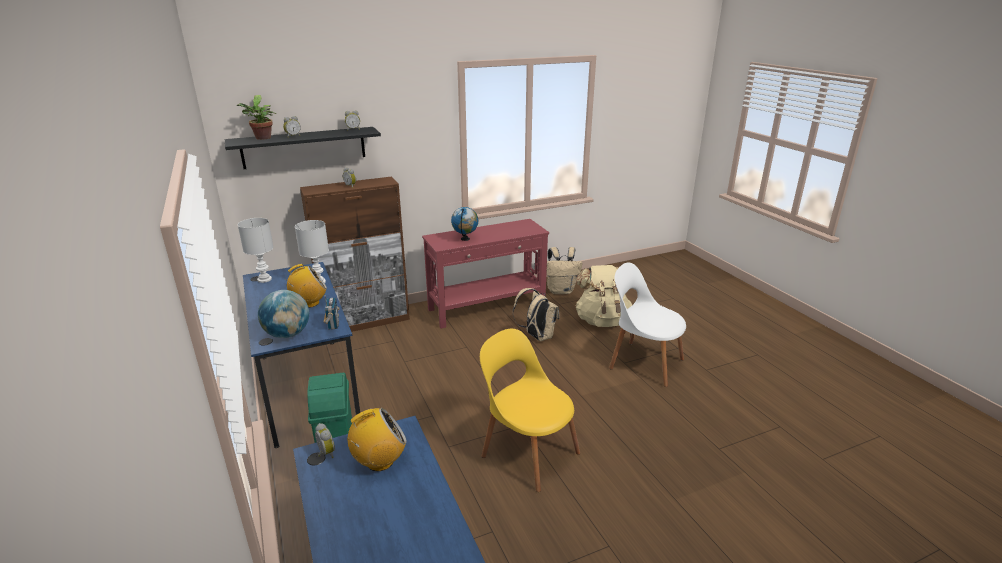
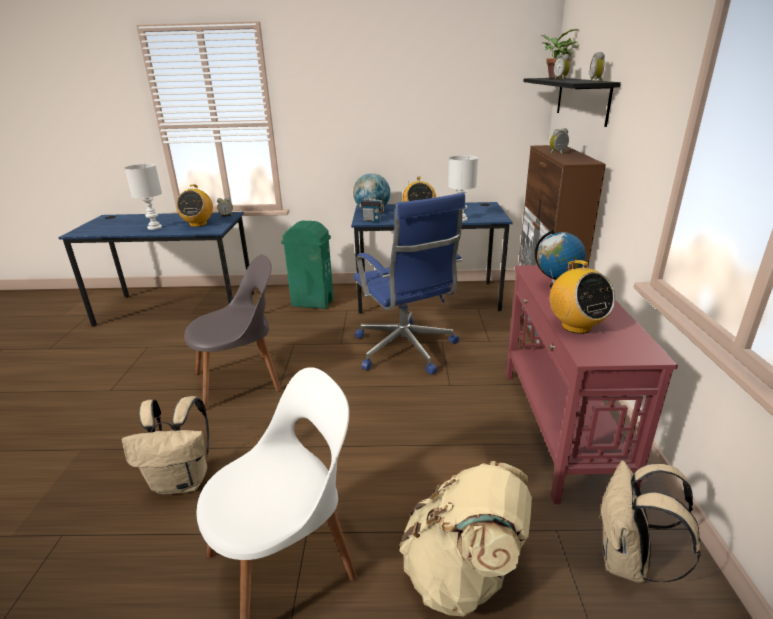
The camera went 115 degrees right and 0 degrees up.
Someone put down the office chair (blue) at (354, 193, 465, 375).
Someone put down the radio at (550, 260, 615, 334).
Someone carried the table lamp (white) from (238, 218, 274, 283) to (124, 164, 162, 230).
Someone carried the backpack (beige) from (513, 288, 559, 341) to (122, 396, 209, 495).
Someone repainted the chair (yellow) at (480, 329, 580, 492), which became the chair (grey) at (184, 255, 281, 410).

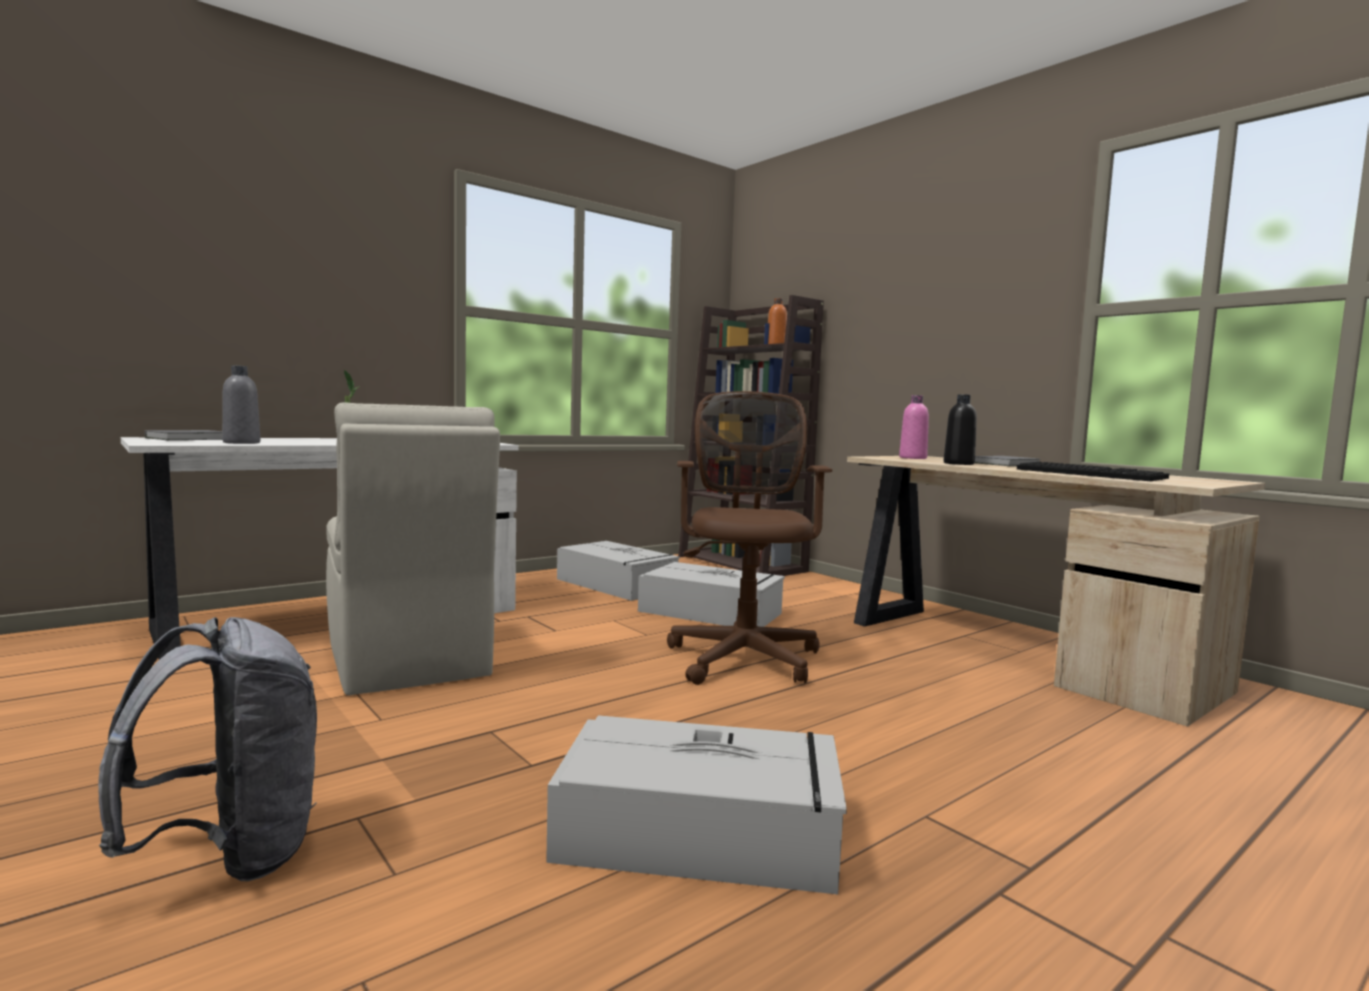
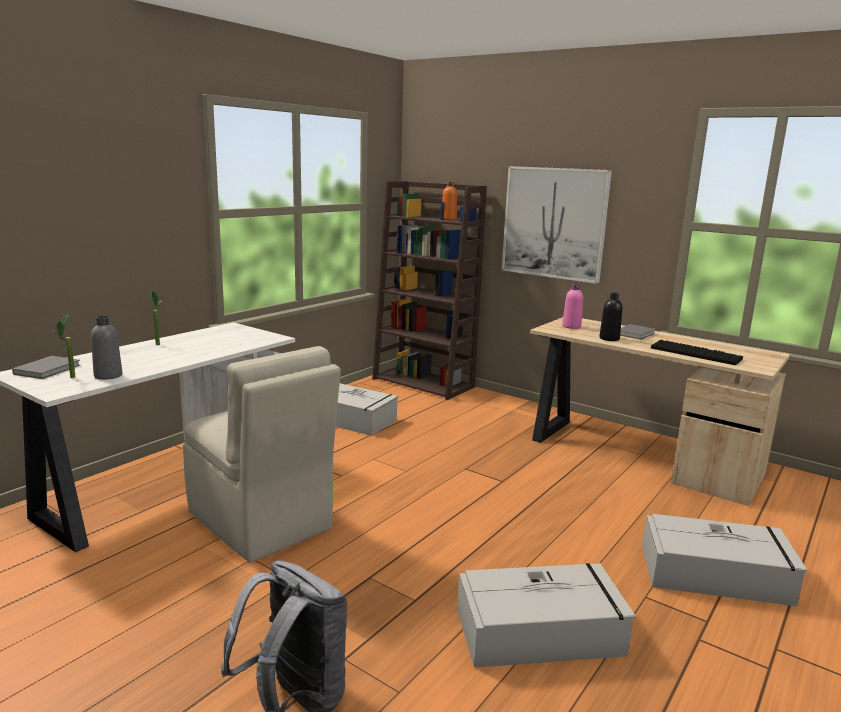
The camera went 15 degrees left and 10 degrees up.
Someone took away the office chair (brown) at (667, 391, 832, 685).
Someone put down the potted plant at (51, 313, 75, 378).
Someone put up the picture at (502, 166, 612, 284).
Someone carried the storage box (grey) from (638, 562, 785, 627) to (642, 514, 807, 606).

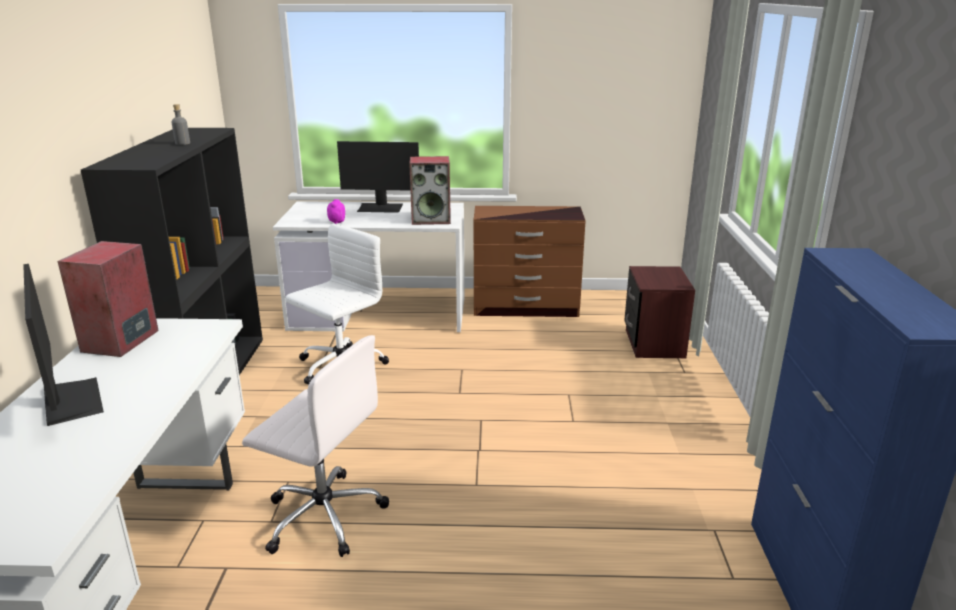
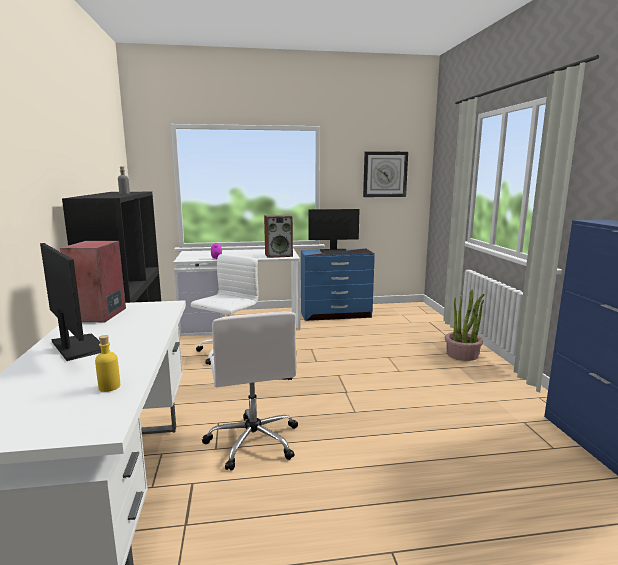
The camera went 10 degrees left and 10 degrees down.
Someone took away the nightstand (brown) at (624, 266, 695, 358).
Someone put down the bottle (yellow) at (95, 335, 120, 392).
Someone put up the wall clock at (363, 151, 408, 197).
Someone put down the potted plant at (445, 290, 485, 361).
Someone carried the monitor from (337, 141, 419, 213) to (308, 209, 360, 253).
Someone repainted the dresser (brown) at (474, 206, 586, 317), which became the dresser (blue) at (301, 248, 375, 321).
Someone rotated the office chair (white) at (242, 335, 389, 557) by 60 degrees clockwise.

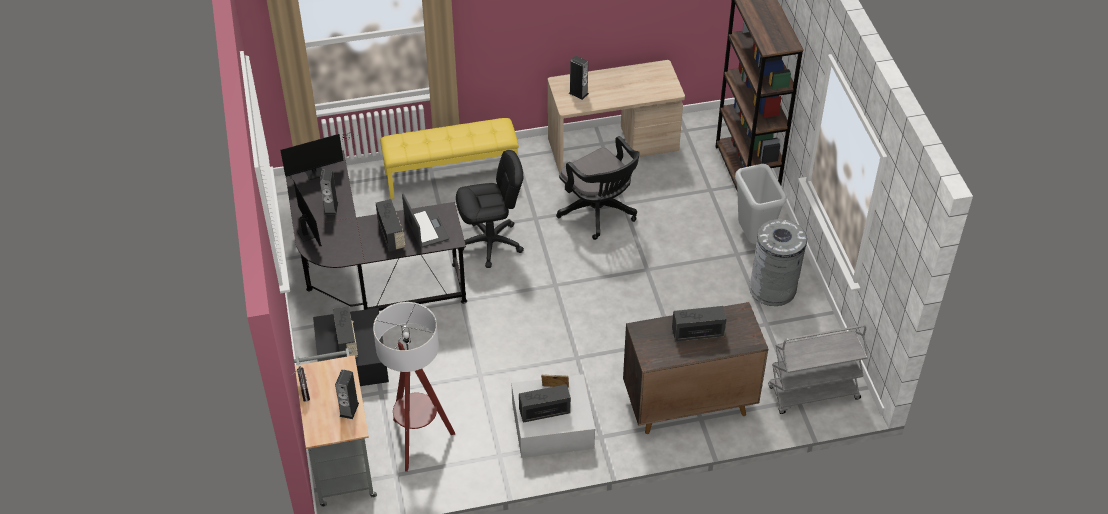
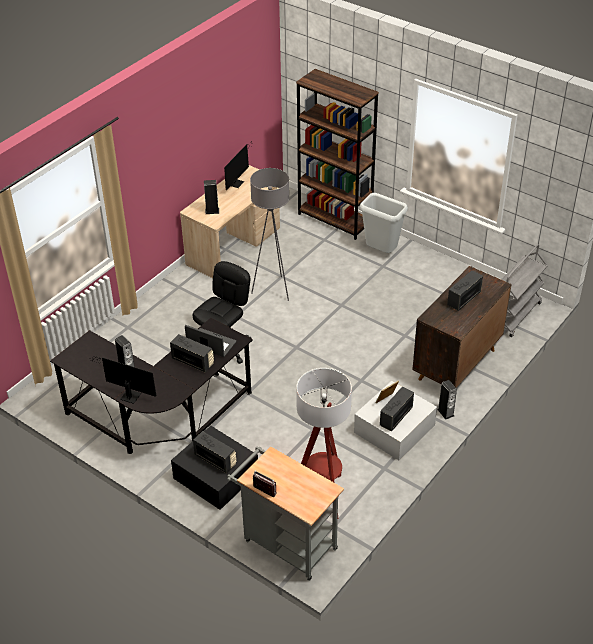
The camera went 40 degrees left and 5 degrees down.
Someone took away the bench (yellow) at (380, 118, 519, 199).
Someone took away the trash can (grey) at (749, 219, 807, 306).
Someone carried the monitor from (280, 132, 359, 180) to (224, 142, 251, 190).
Someone carried the speaker from (335, 369, 359, 419) to (437, 380, 457, 419).
Someone swapped the office chair (black) at (556, 136, 640, 240) for the floor lamp (grey) at (250, 168, 289, 301).

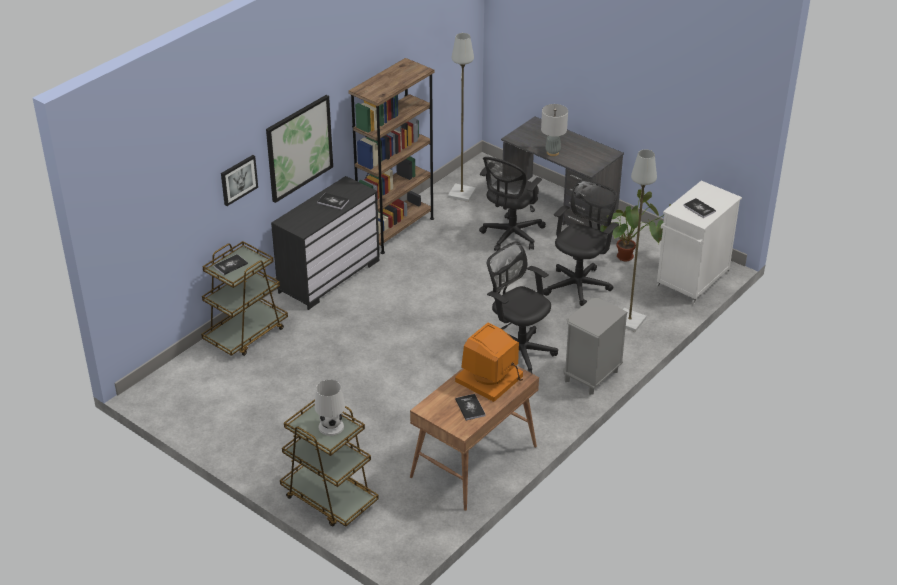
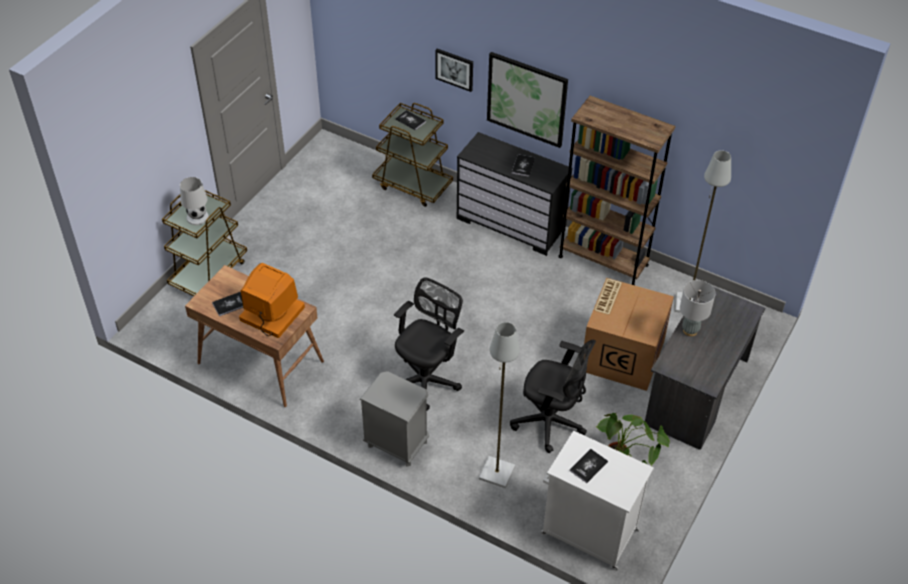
The camera went 80 degrees right and 10 degrees up.
Someone swapped the office chair (black) at (479, 157, 546, 251) for the cardboard box at (584, 278, 674, 391).

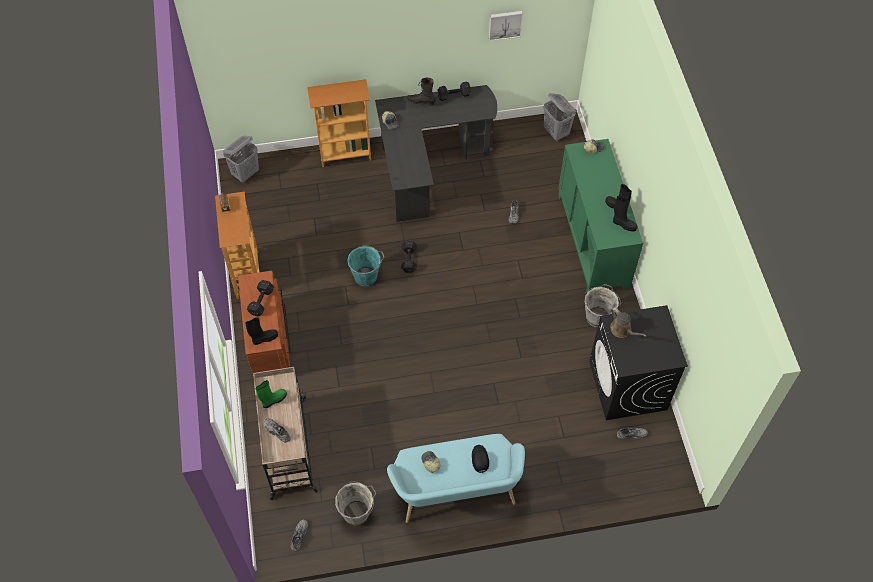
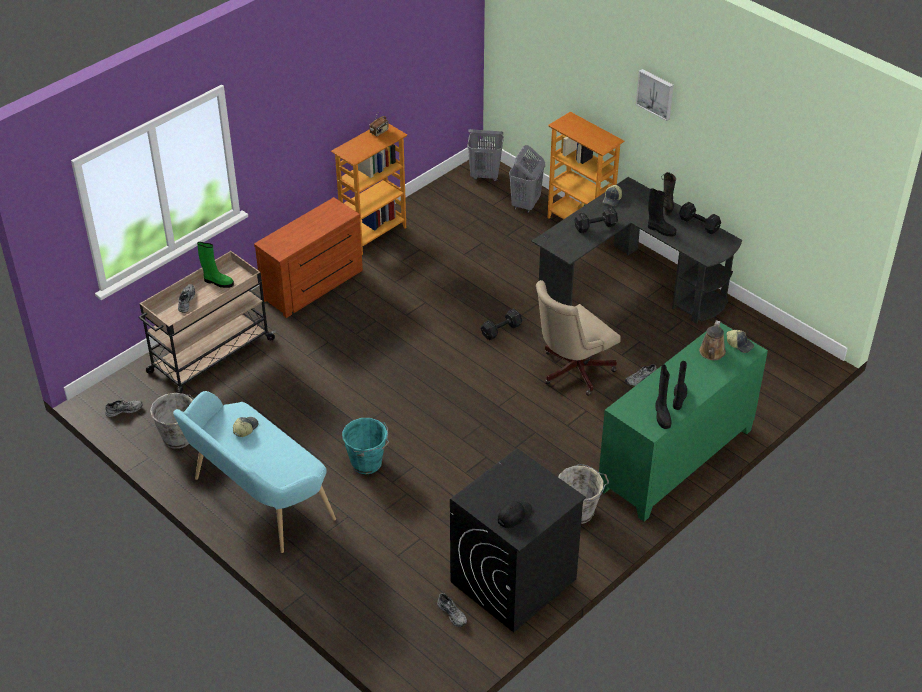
The camera went 55 degrees right and 15 degrees down.
Someone put down the office chair (beige) at (536, 280, 621, 396).
Someone carried the boot (black) from (245, 317, 278, 345) to (648, 188, 676, 237).
Someone carried the dumbbell (black) from (247, 280, 274, 316) to (574, 207, 618, 233).
Someone carried the bucket (turquoise) from (347, 245, 385, 287) to (342, 418, 389, 474).
Someone carried the cap (black) from (472, 445, 489, 473) to (498, 501, 532, 528).
Someone carried the picture from (489, 11, 523, 41) to (636, 69, 674, 121).
Someone carried the laundry basket (grey) from (543, 93, 576, 142) to (509, 145, 545, 213).
Someone carried the watering can (brown) from (610, 307, 646, 338) to (699, 320, 726, 360).

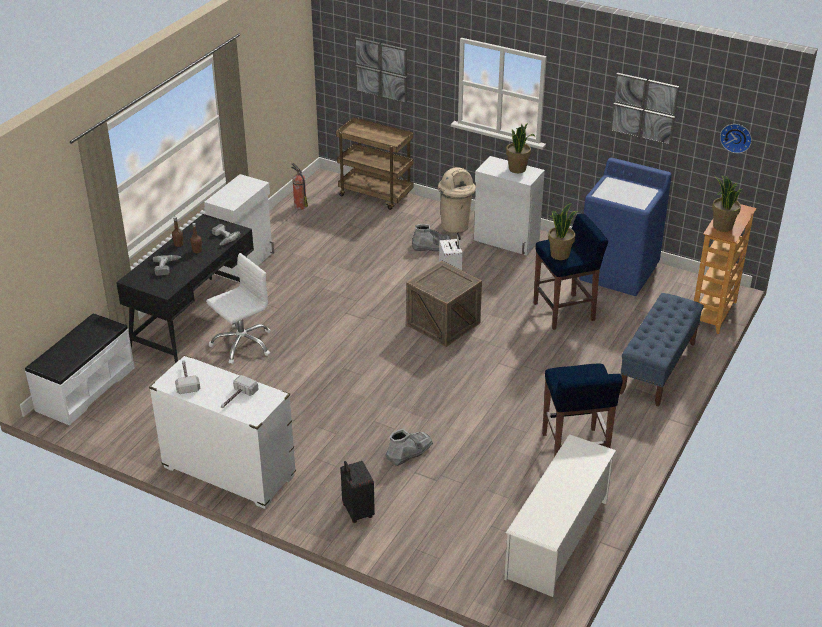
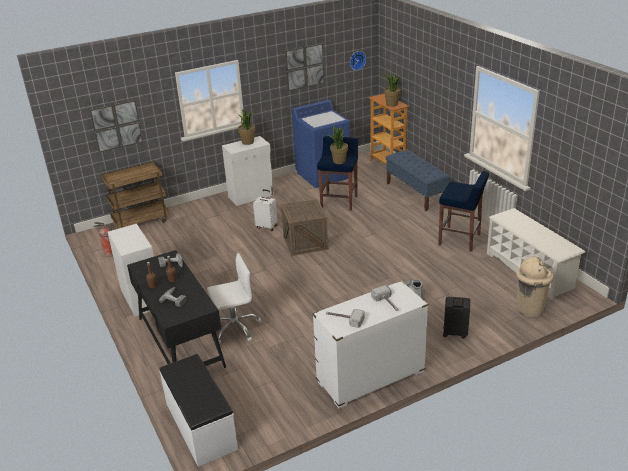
The camera went 55 degrees left and 5 degrees down.
Someone took away the boot (grey) at (412, 224, 451, 251).
Someone carried the trash can (beige) from (438, 167, 476, 233) to (516, 257, 554, 318).
Someone rotated the office chair (white) at (206, 253, 271, 364) by 75 degrees clockwise.

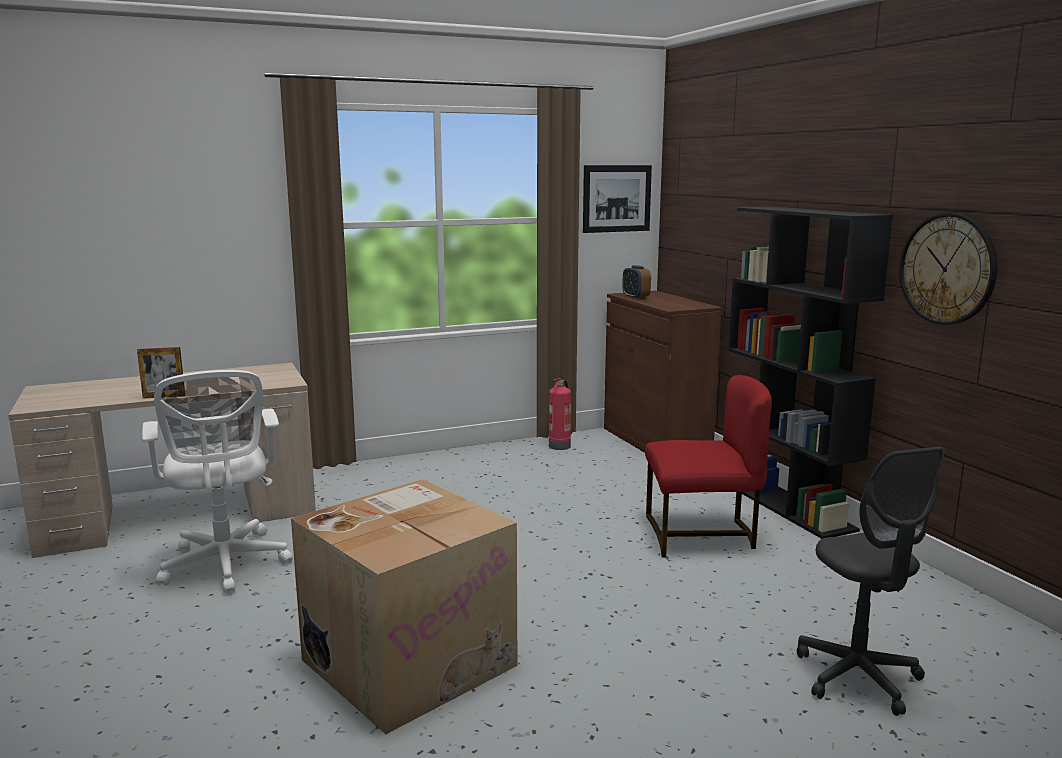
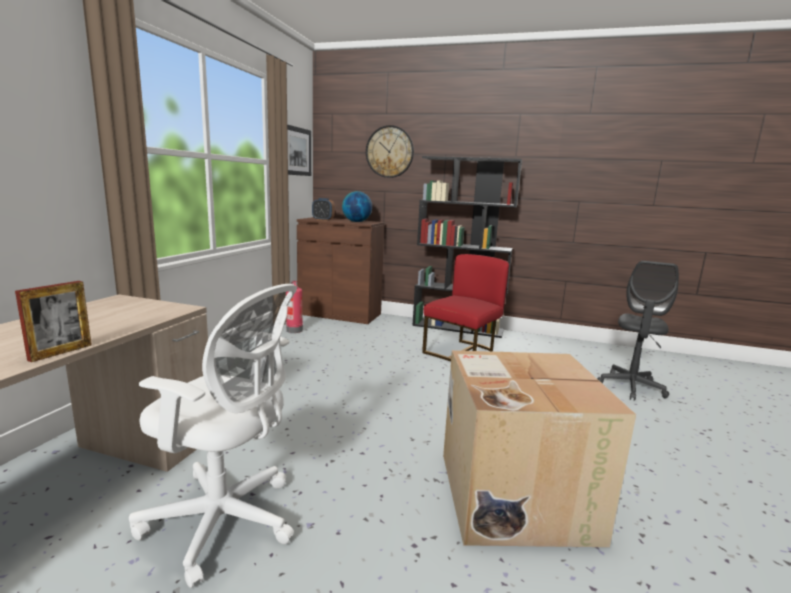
The camera went 50 degrees left and 0 degrees up.
Someone put down the globe at (342, 191, 372, 222).
Someone carried the wall clock from (899, 213, 998, 325) to (366, 125, 414, 178).
Someone rotated the office chair (grey) at (797, 447, 944, 716) by 90 degrees clockwise.

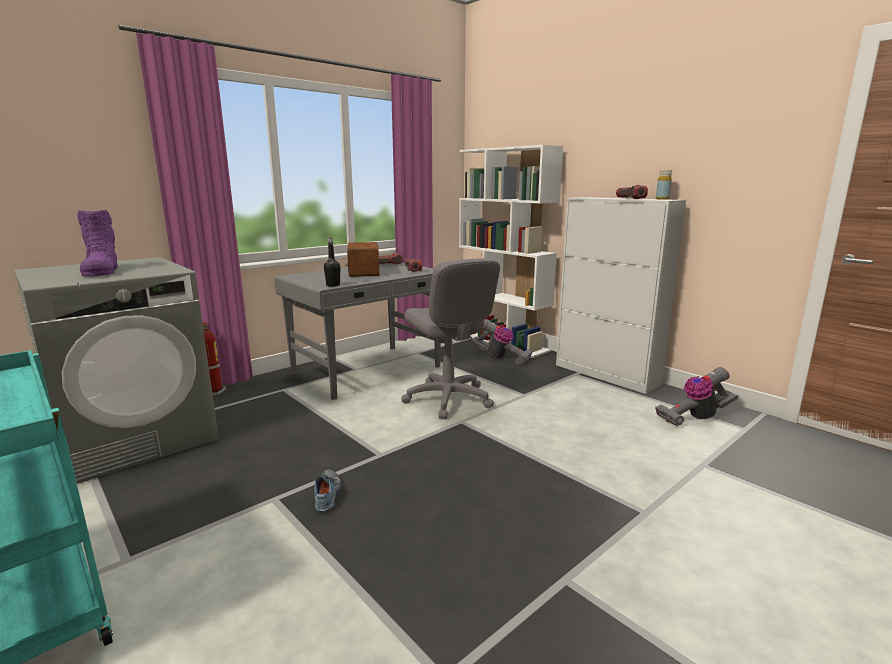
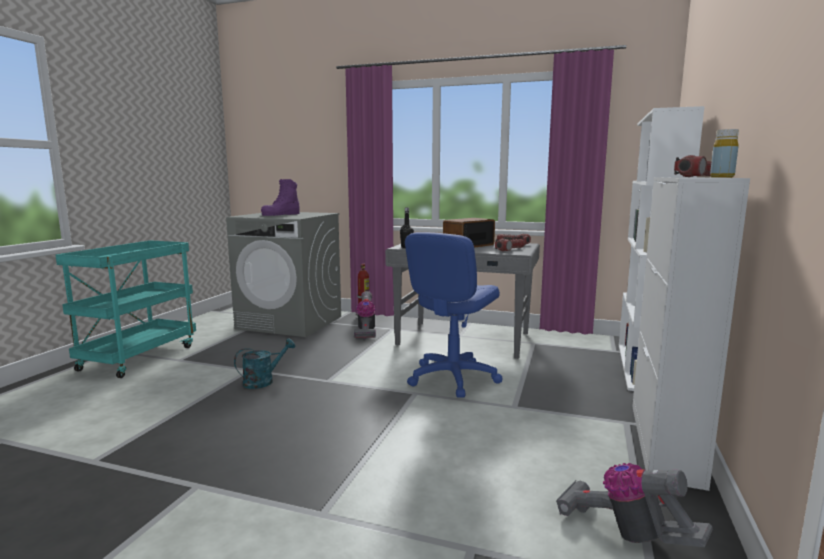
The camera went 60 degrees right and 5 degrees down.
Someone carried the vacuum cleaner from (470, 319, 532, 364) to (354, 291, 376, 339).
Someone swapped the shoe at (314, 469, 341, 513) for the watering can (turquoise) at (234, 338, 295, 389).
Someone repainted the office chair (grey) at (401, 258, 500, 419), which became the office chair (blue) at (405, 232, 502, 398).

